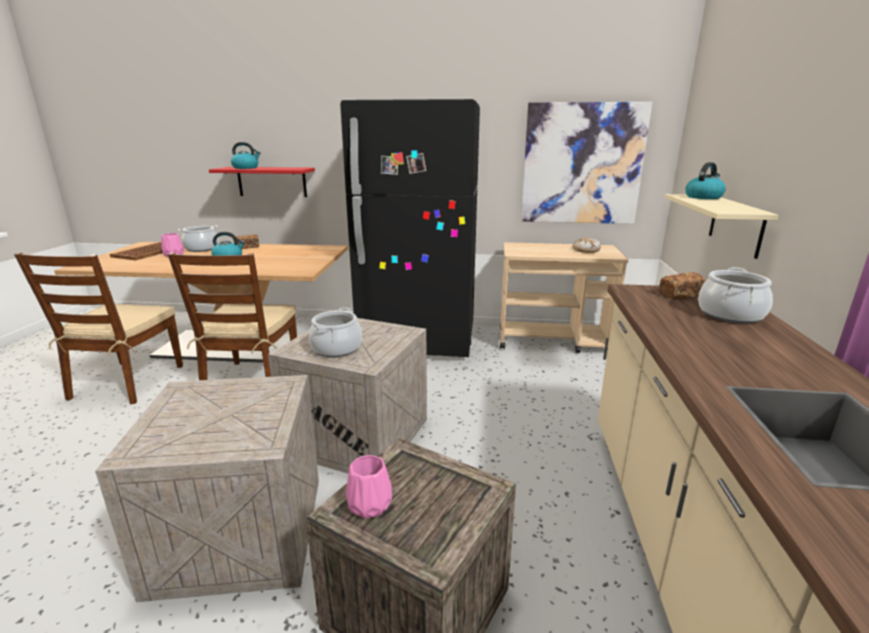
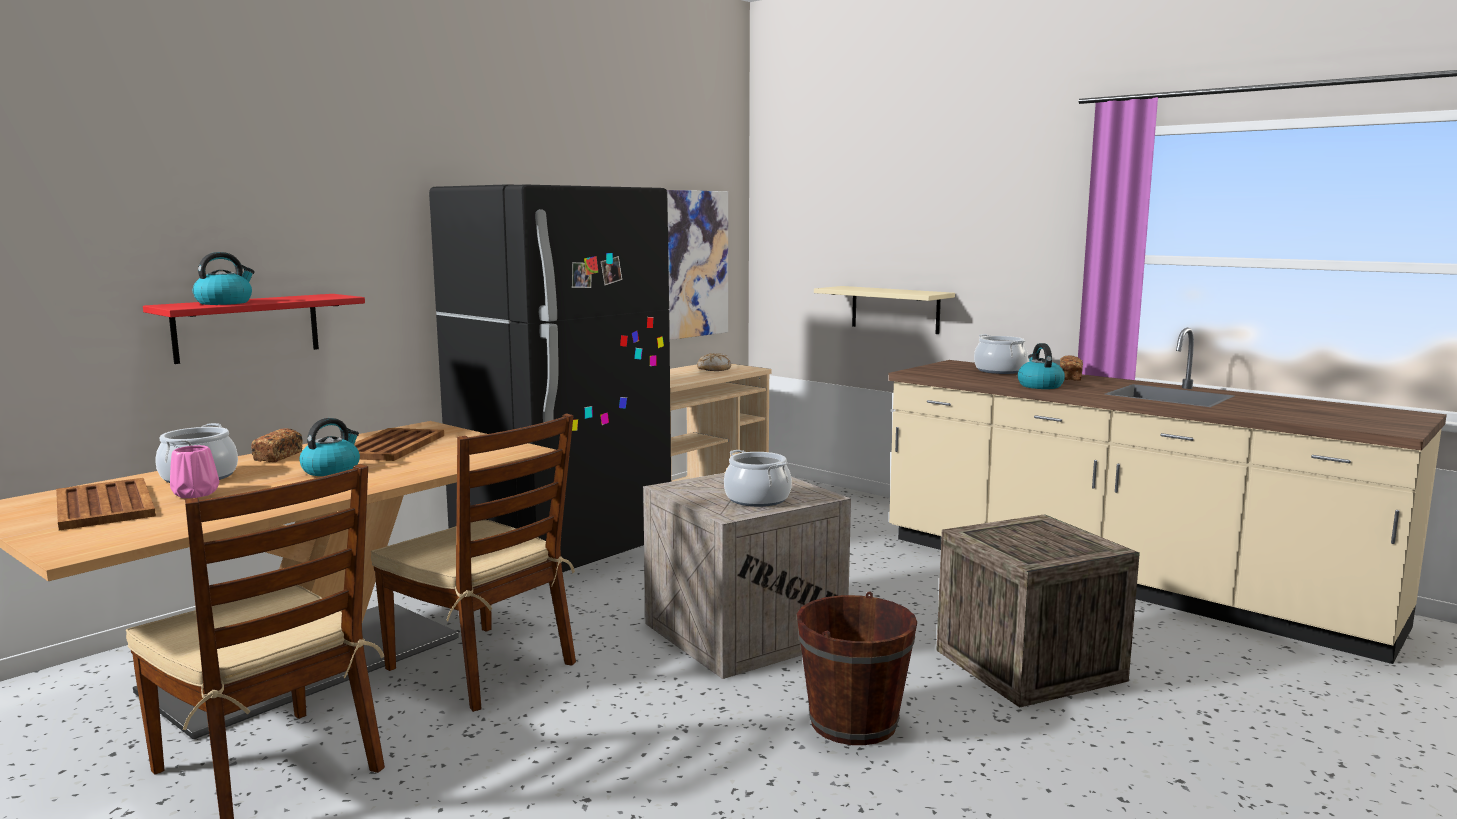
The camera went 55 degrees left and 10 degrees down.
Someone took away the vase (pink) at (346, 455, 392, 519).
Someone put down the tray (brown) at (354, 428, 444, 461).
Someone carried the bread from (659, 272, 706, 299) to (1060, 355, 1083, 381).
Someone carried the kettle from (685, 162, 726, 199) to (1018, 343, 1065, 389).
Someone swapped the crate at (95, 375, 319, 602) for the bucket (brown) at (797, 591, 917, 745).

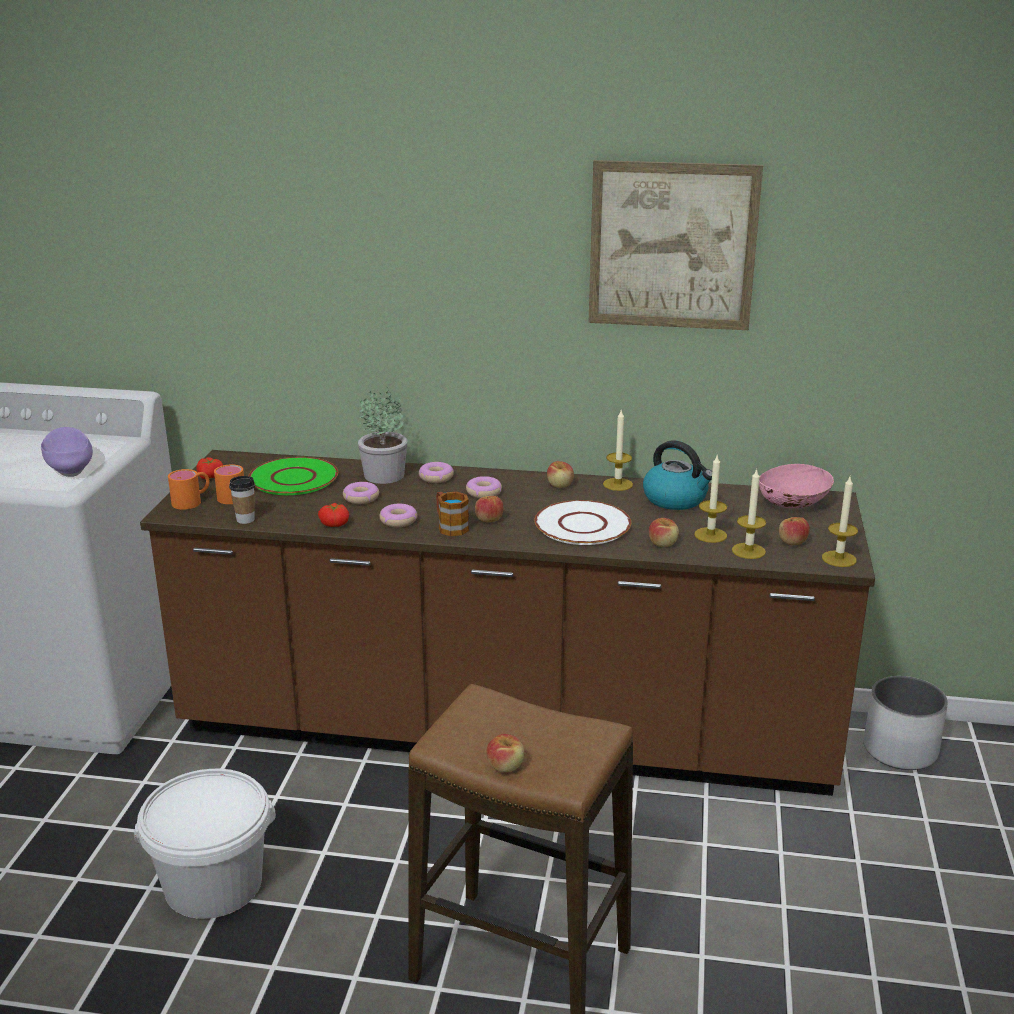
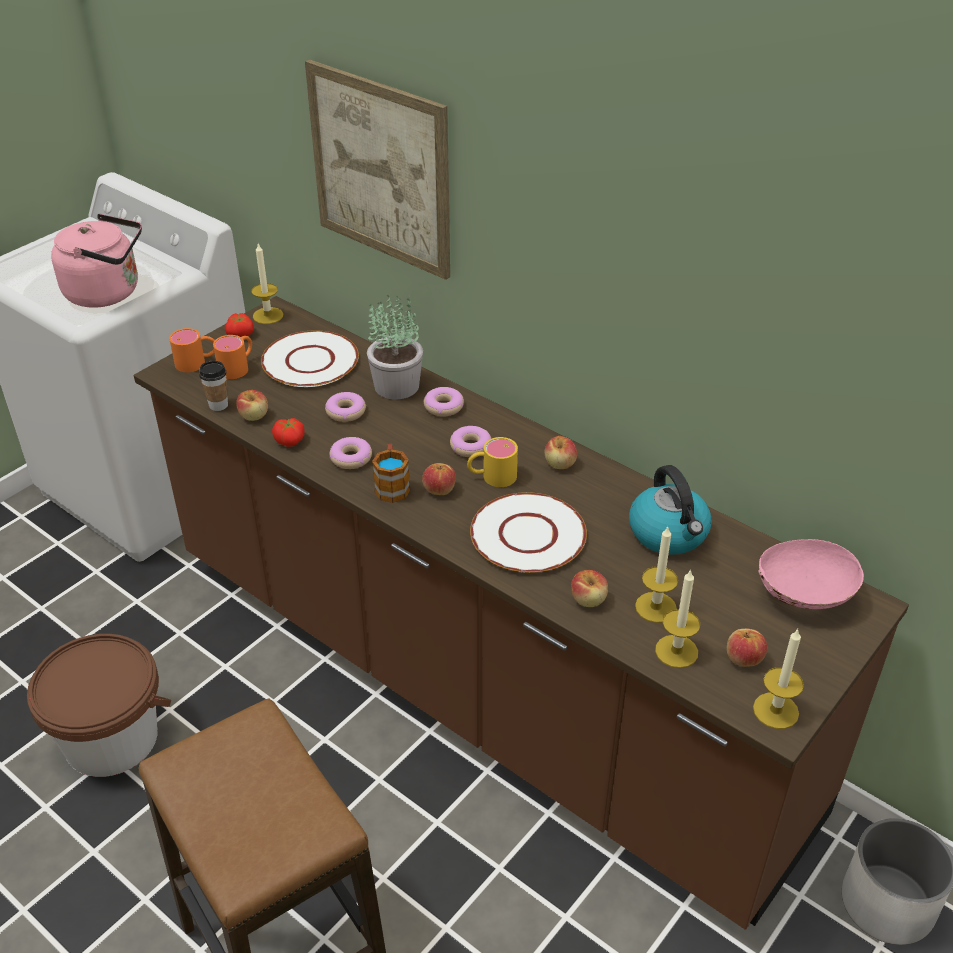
The camera went 30 degrees right and 15 degrees up.
Someone put down the mug (yellow) at (467, 437, 518, 487).
Someone carried the apple from (486, 734, 524, 773) to (236, 390, 268, 421).
Someone carried the picture from (589, 160, 763, 330) to (305, 60, 450, 280).
Someone carried the candle from (603, 410, 633, 491) to (251, 244, 283, 324).
Someone swapped the bowl (purple) at (41, 427, 93, 477) for the kettle (pink) at (51, 214, 142, 308).
Someone repainted the bucket (white) at (134, 769, 276, 919), which became the bucket (brown) at (27, 634, 171, 777).
Someone repainted the plate (green) at (248, 457, 338, 495), which became the plate (white) at (261, 330, 359, 387).

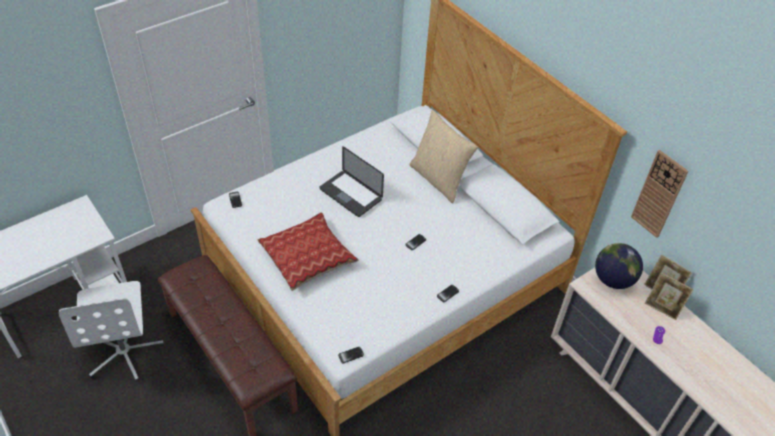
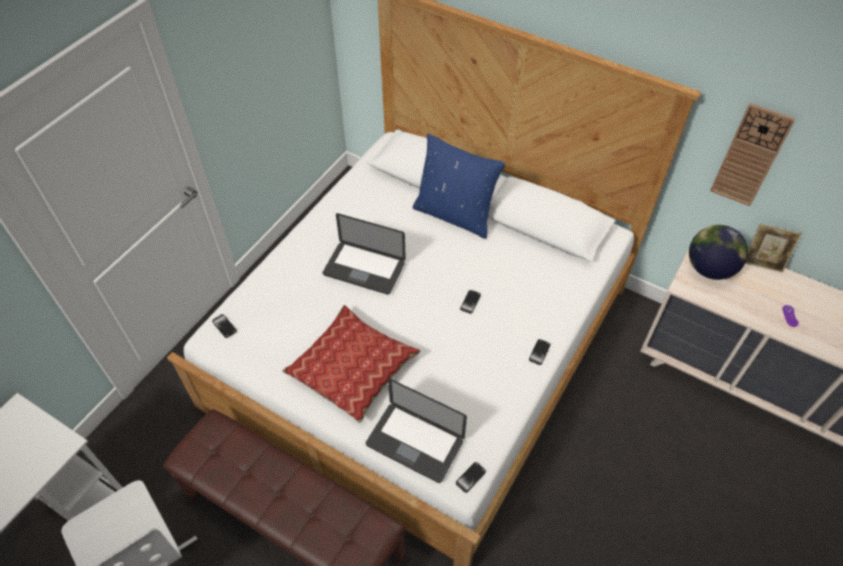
The camera went 20 degrees left and 5 degrees up.
Someone took away the picture frame at (645, 272, 694, 320).
Someone put down the laptop at (366, 379, 467, 483).
Someone repainted the pillow (beige) at (410, 110, 478, 203), which became the pillow (blue) at (413, 134, 505, 239).

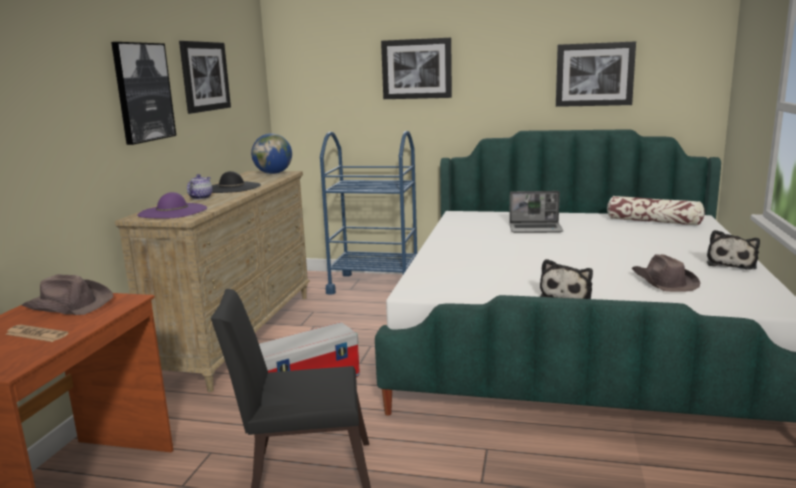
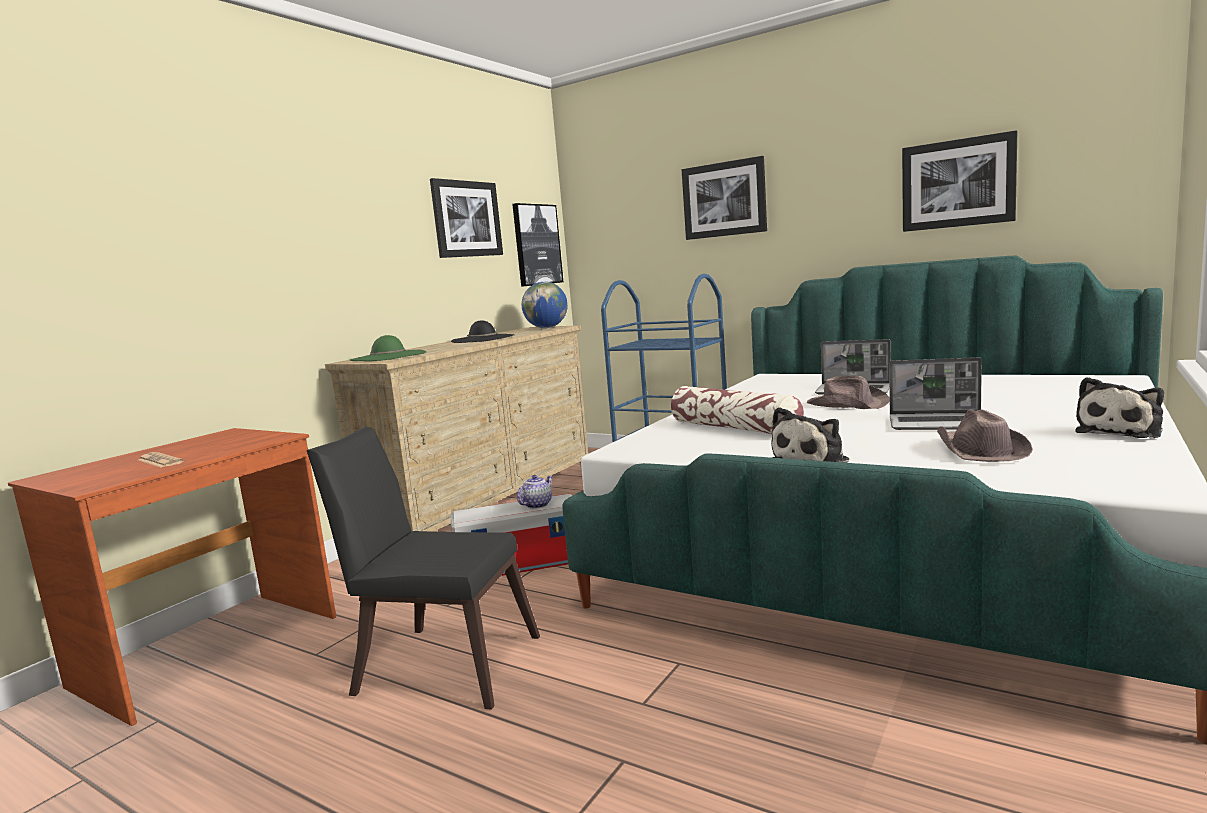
The camera went 20 degrees right and 5 degrees down.
Someone put down the laptop at (889, 357, 982, 430).
Someone carried the hat (brown) from (22, 274, 113, 315) to (806, 376, 890, 409).
Someone carried the picture from (111, 42, 176, 145) to (512, 203, 563, 287).
Someone carried the teapot from (187, 174, 213, 200) to (517, 475, 552, 509).
Someone carried the pillow from (607, 196, 705, 226) to (671, 386, 804, 434).
Someone repainted the hat (purple) at (137, 192, 207, 219), which became the hat (green) at (350, 335, 426, 361).

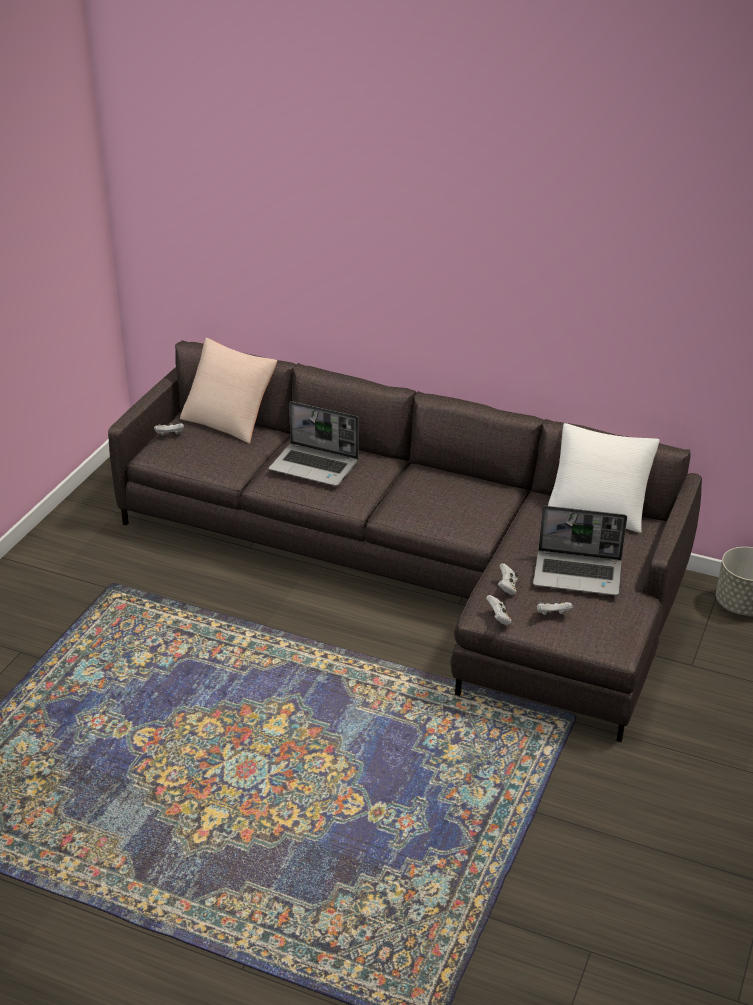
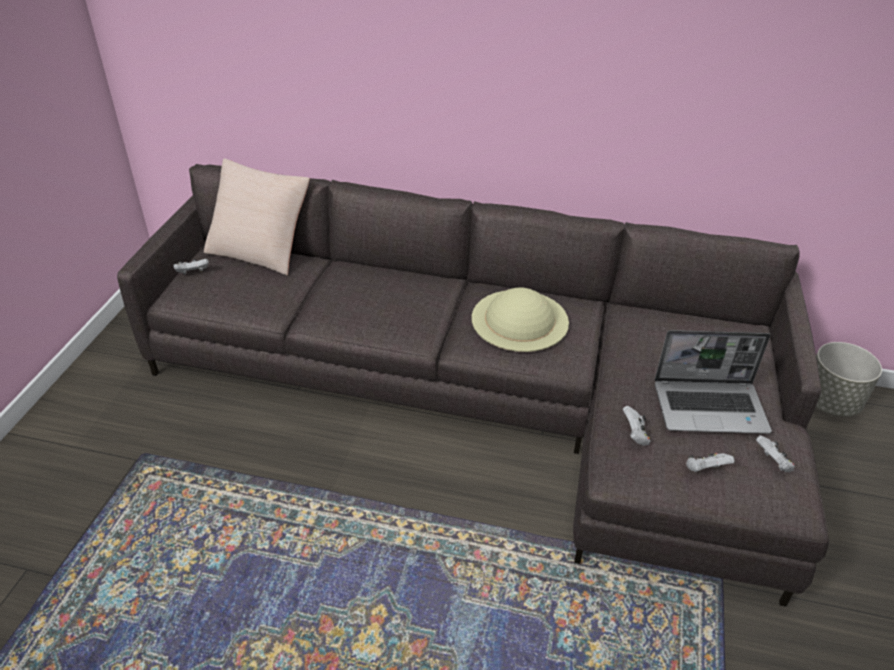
The camera went 10 degrees left and 5 degrees up.
Someone took away the laptop at (269, 401, 359, 486).
Someone took away the pillow (white) at (548, 423, 660, 533).
Someone put down the hat (beige) at (472, 287, 569, 352).
Someone carried the game controller (white) from (486, 595, 512, 625) to (756, 435, 795, 472).

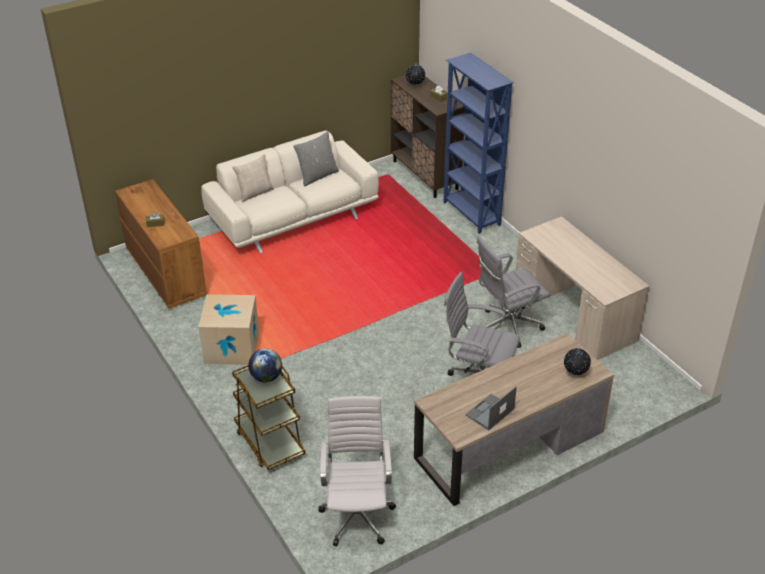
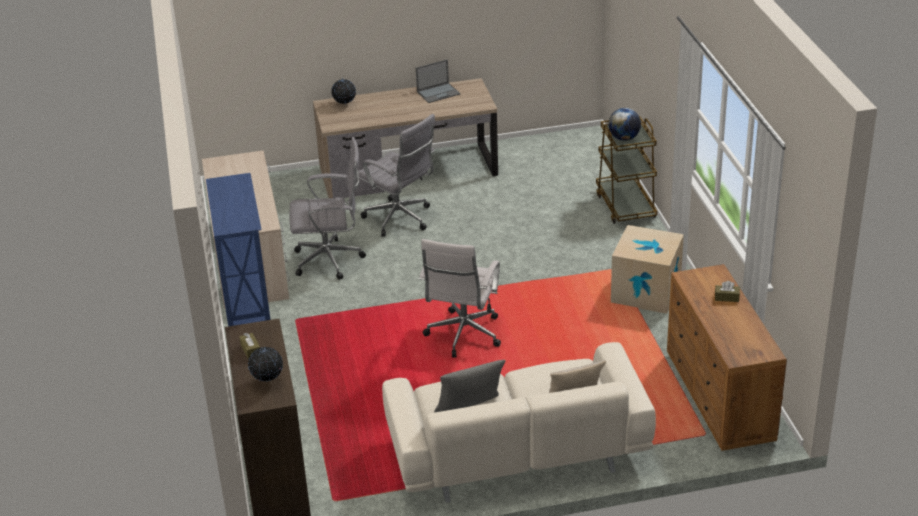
The camera went 160 degrees left and 5 degrees down.
Someone carried the office chair (white) from (318, 396, 396, 546) to (419, 239, 501, 358).

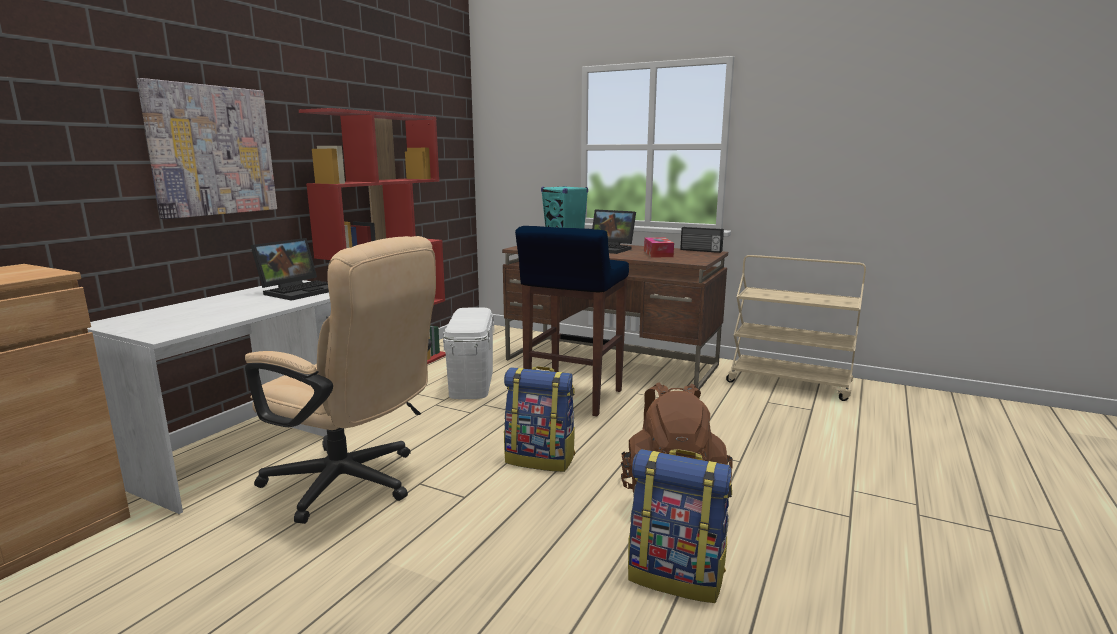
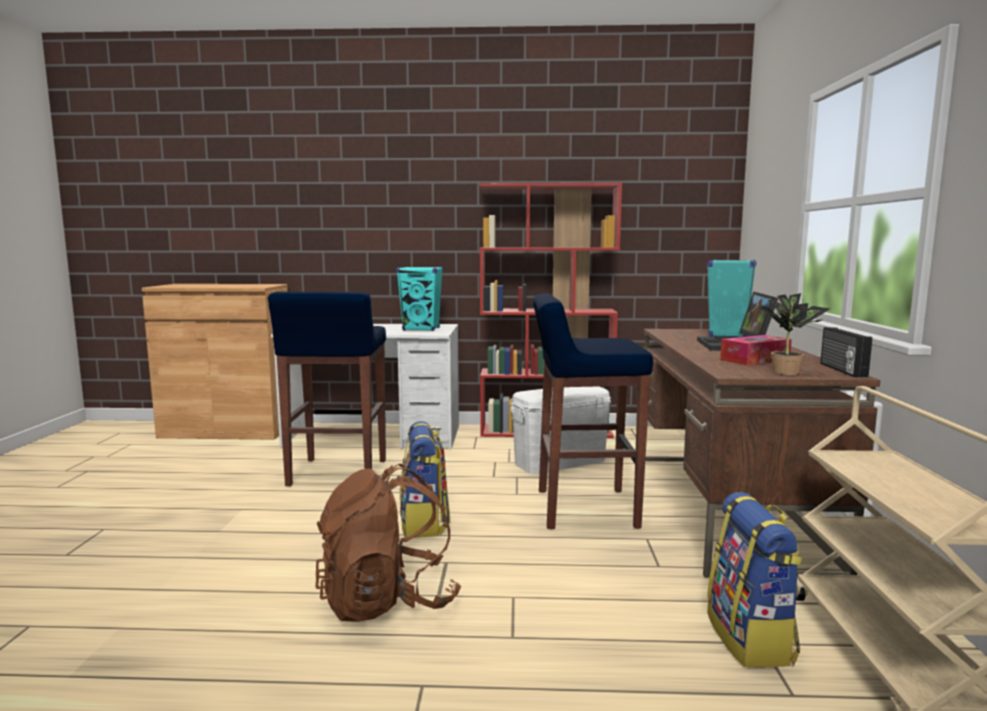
The camera went 65 degrees right and 5 degrees down.
Someone took away the picture at (137, 78, 277, 219).
Someone put down the potted plant at (760, 293, 830, 375).
Someone carried the backpack from (628, 449, 732, 603) to (707, 492, 803, 667).
Someone swapped the office chair (beige) at (245, 236, 436, 524) for the stool (blue) at (268, 292, 386, 487).
Someone swapped the laptop at (251, 238, 329, 301) for the speaker (turquoise) at (396, 266, 443, 331).

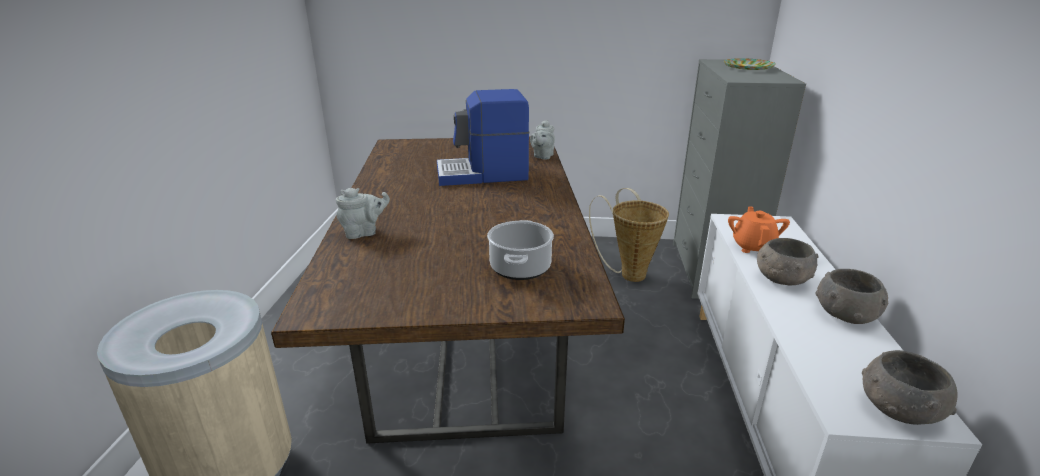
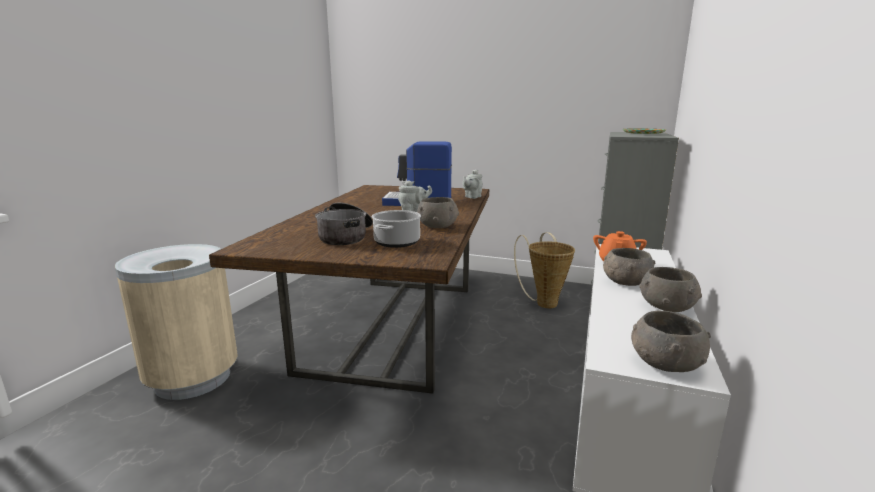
The camera went 15 degrees right and 10 degrees down.
Someone put down the cooking pot at (315, 203, 373, 245).
Someone put down the bowl (grey) at (417, 197, 459, 228).
Someone carried the teapot (grey) from (336, 188, 390, 239) to (398, 180, 432, 212).

